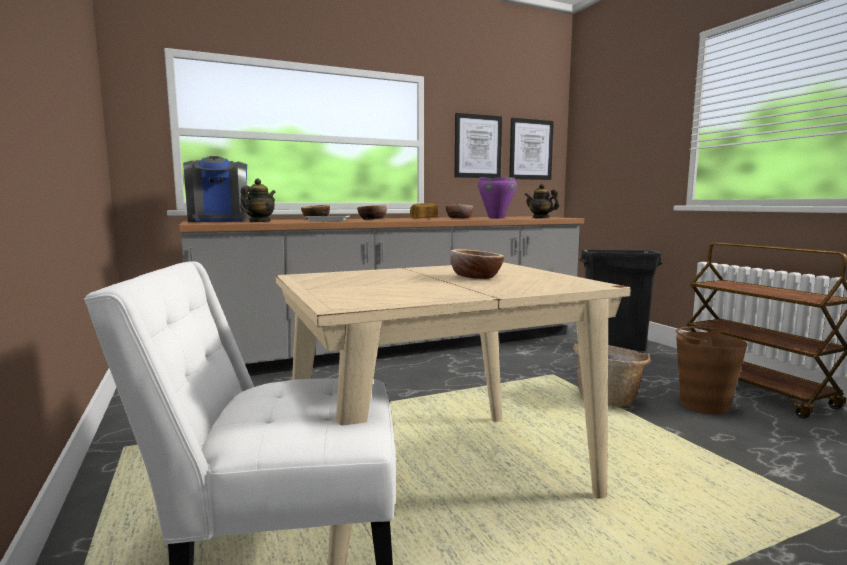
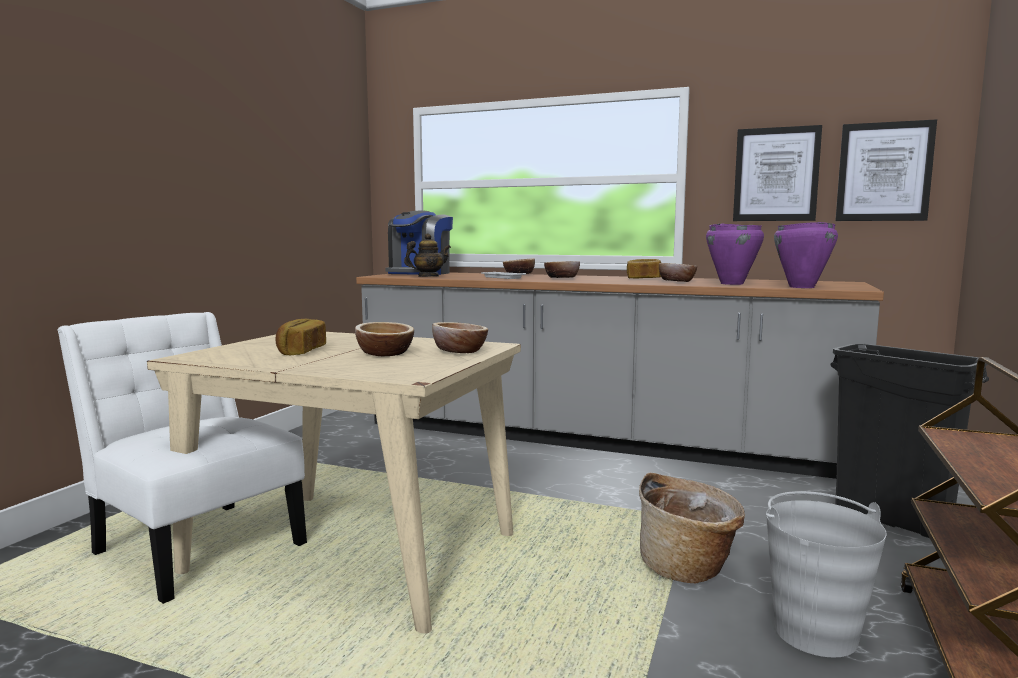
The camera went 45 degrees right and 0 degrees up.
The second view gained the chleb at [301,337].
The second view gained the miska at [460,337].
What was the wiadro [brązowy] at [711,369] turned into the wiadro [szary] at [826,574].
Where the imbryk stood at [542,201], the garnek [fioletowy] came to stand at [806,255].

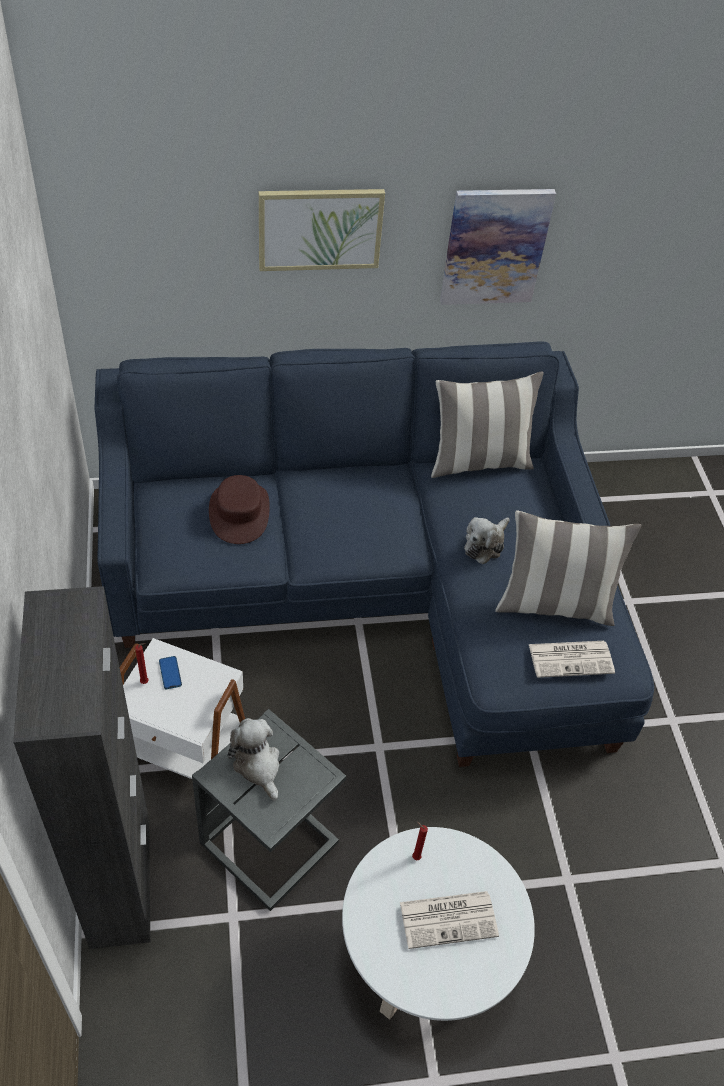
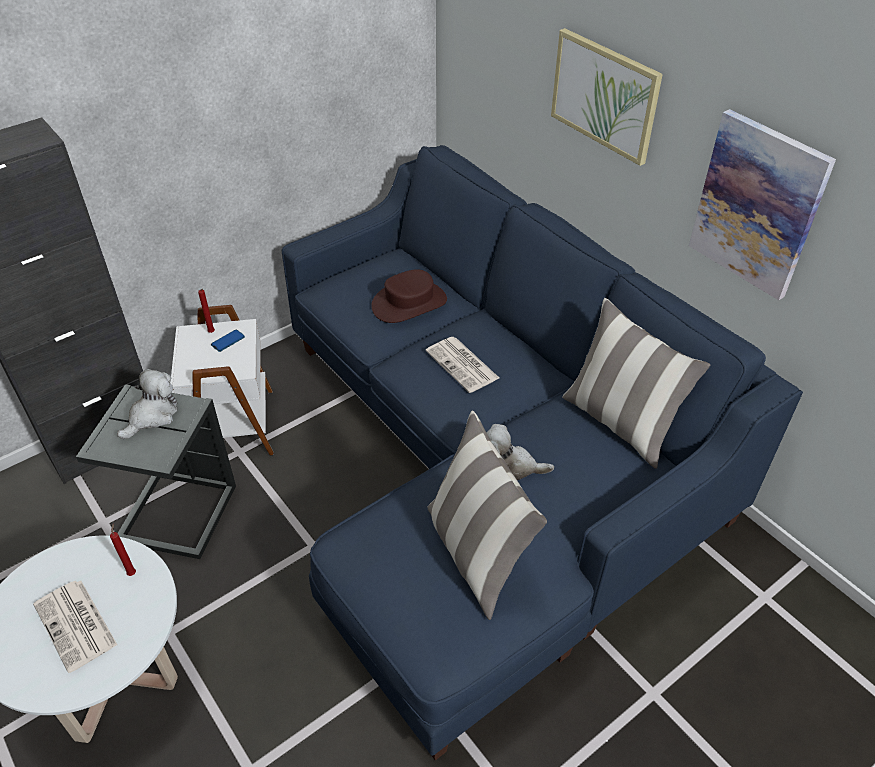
The camera went 65 degrees right and 5 degrees down.
The gazeta ended up elsewhere, having gone from [572,659] to [462,365].

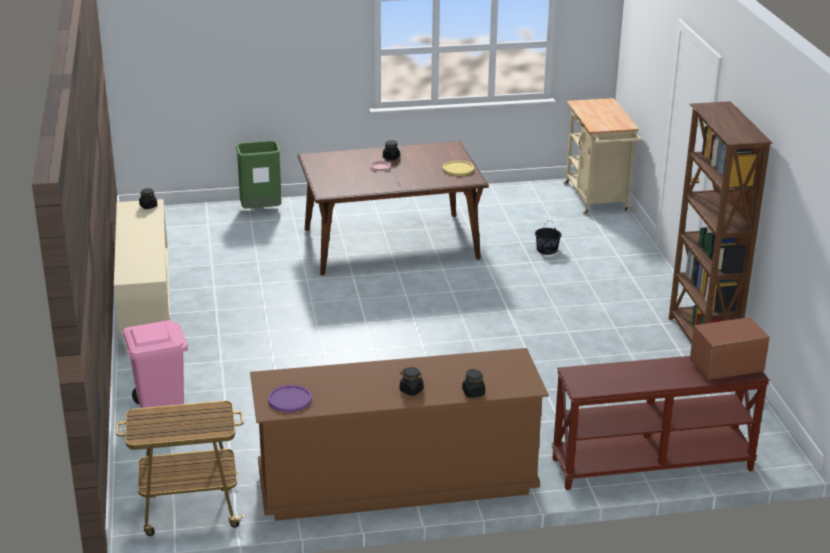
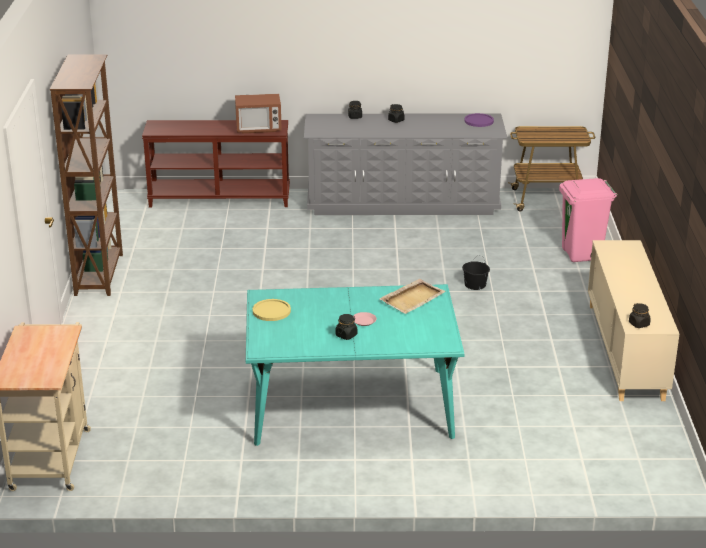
The camera went 170 degrees left and 0 degrees up.
The mikrofalówka ended up elsewhere, having gone from [730,348] to [258,113].
What was the stół jadalny [brązowy] at [393,208] turned into the stół jadalny [turkusowy] at [355,365].
What was the komoda [brązowy] at [399,434] turned into the komoda [szary] at [405,164].
The second view gained the taca [beżowy] at [413,296].
The wiadro [czarny] ended up elsewhere, having gone from [548,237] to [476,272].
The second view lost the kosz na śmieci [zielony] at [259,175].

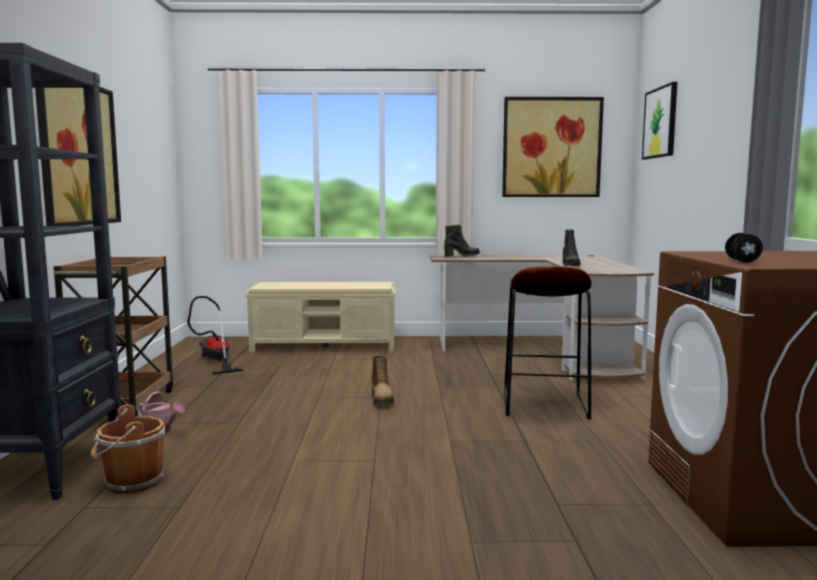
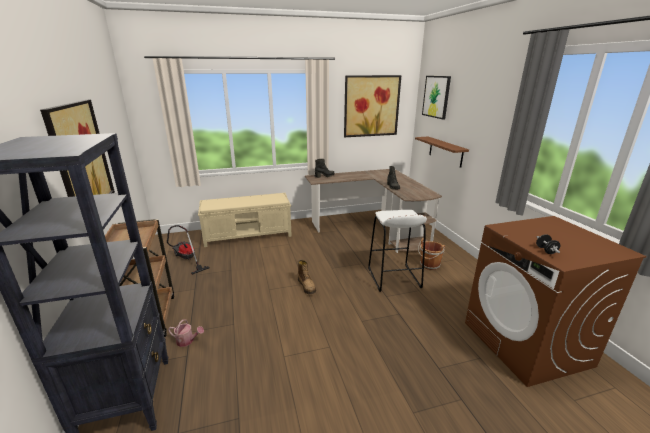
The camera went 15 degrees left and 15 degrees up.
What was the stołek [brązowy] at [548,342] turned into the stołek [biały] at [397,251].
The second view gained the półka [brązowy] at [442,152].
The wiadro [brązowy] ended up elsewhere, having gone from [128,448] to [431,254].

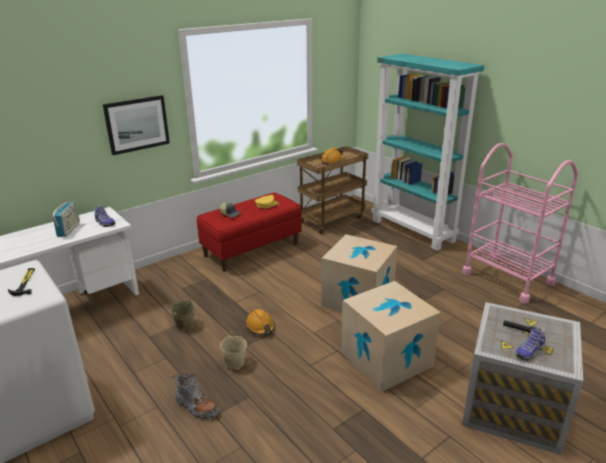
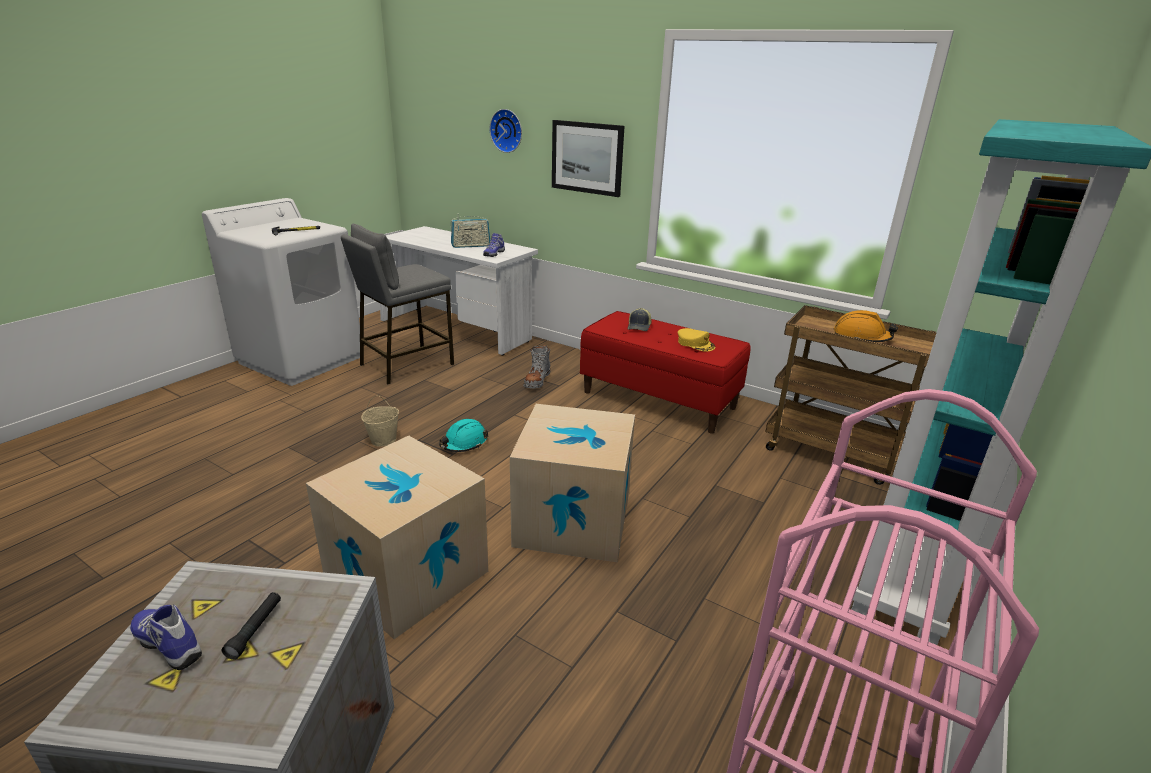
The camera went 70 degrees right and 0 degrees up.
The second view gained the stołek [szary] at [397,304].
What was the kask [pomarańczowy] at [260,322] turned into the kask [turkusowy] at [463,435].
The second view gained the zegar ścienny at [506,131].
The but z cholewką [szary] ended up elsewhere, having gone from [195,396] to [537,366].
The second view lost the wiadro [beżowy] at [183,312].

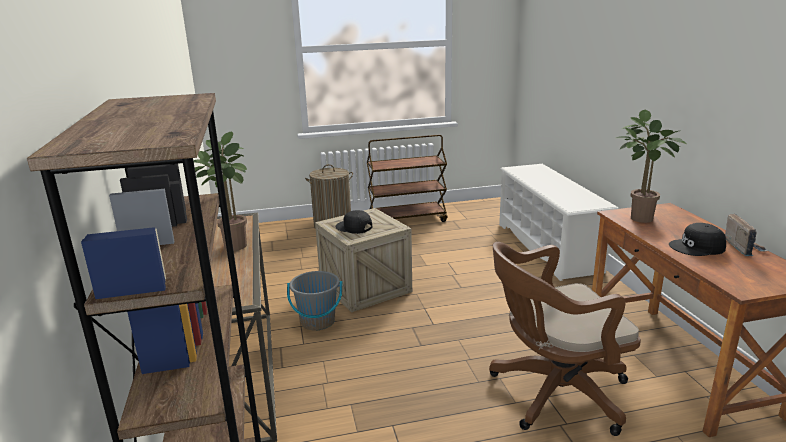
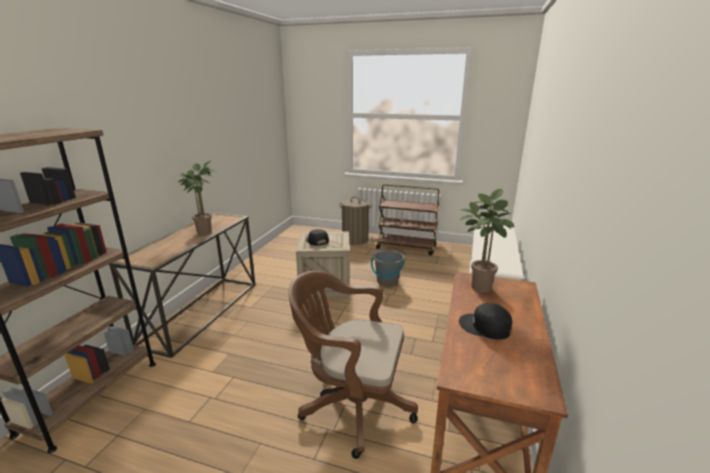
The camera went 30 degrees right and 0 degrees up.
The wiadro [szary] ended up elsewhere, having gone from [314,301] to [388,268].
The second view lost the radio at [746,234].

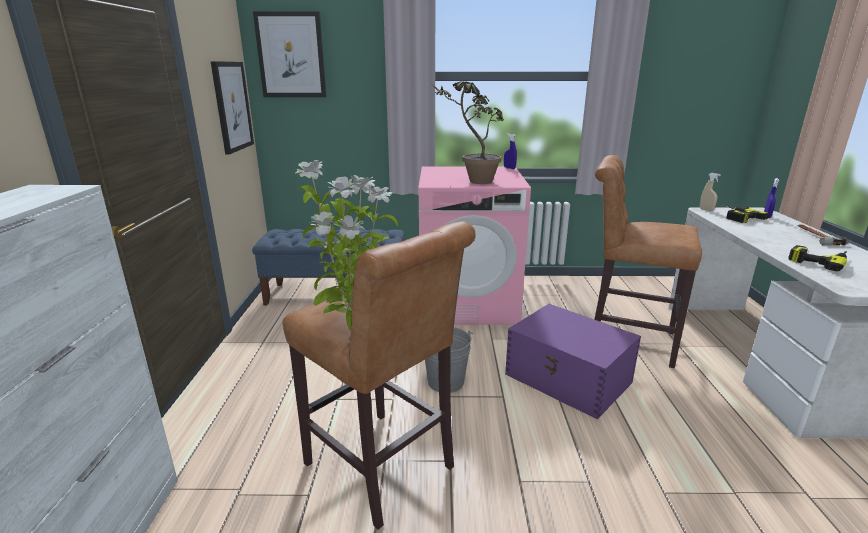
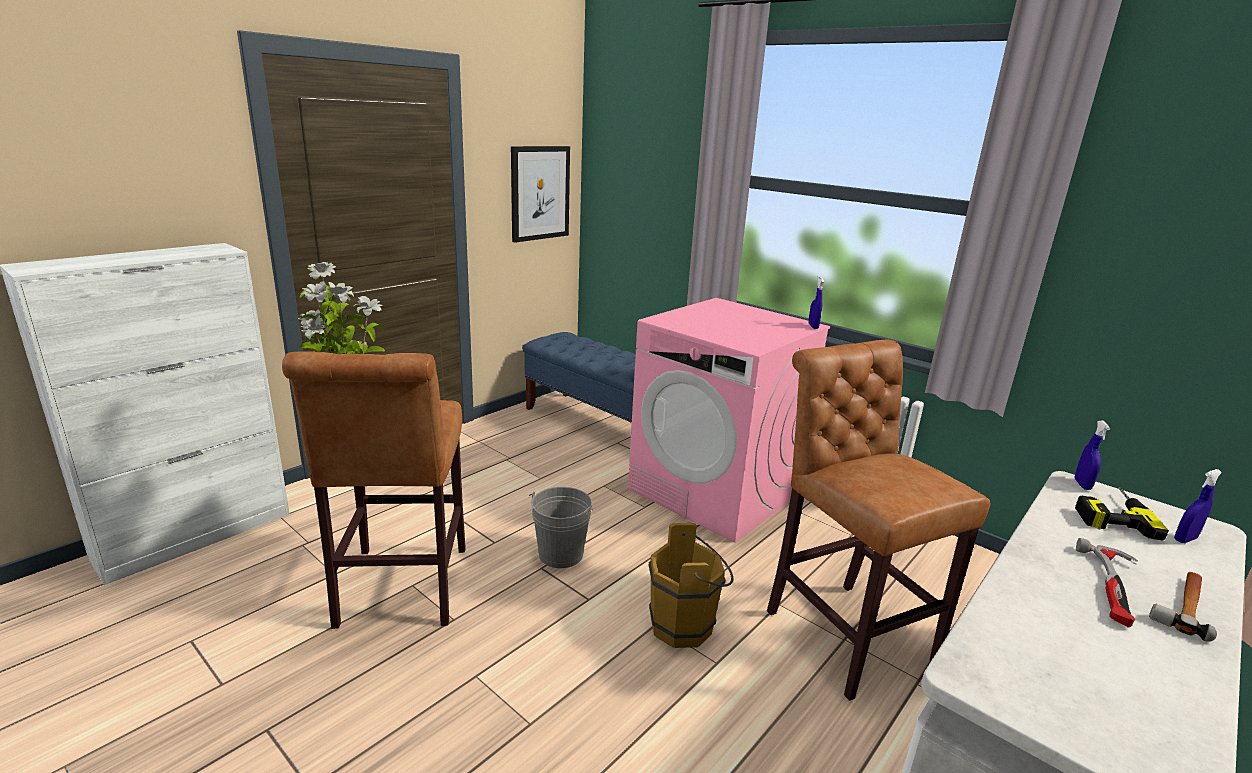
The camera went 40 degrees right and 0 degrees up.
Where the pojemnik do przechowywania [fioletowy] stood at [573,362], the wiadro [brązowy] came to stand at [691,585].
What was the spryskiwacz [beżowy] at [710,192] turned into the spryskiwacz [niebieski] at [1092,455].
The second view gained the młotek at [1107,582].
The second view lost the obraz at [290,54].
The second view lost the roślina doniczkowa at [468,132].
The second view lost the wiertarka at [818,258].

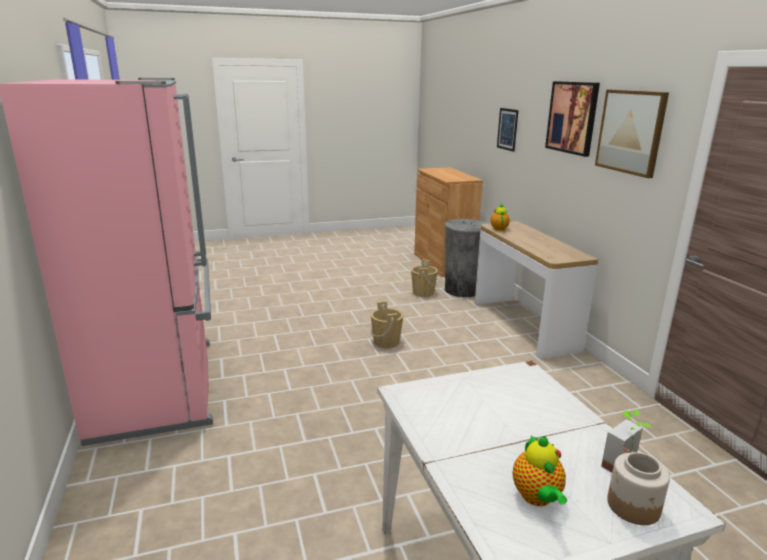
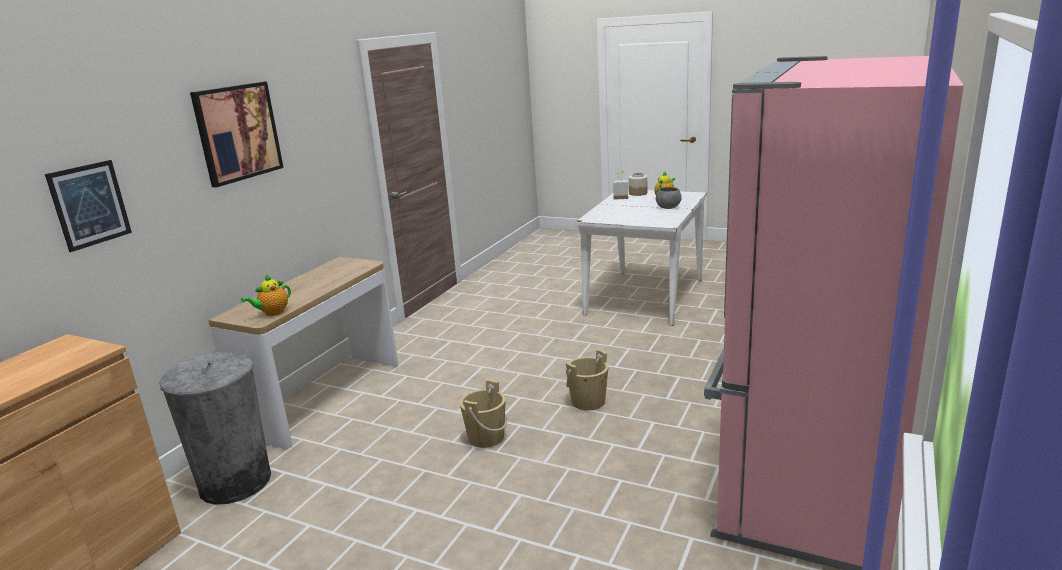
The camera went 135 degrees left and 0 degrees up.
The wiadro [beżowy] ended up elsewhere, having gone from [424,278] to [587,380].
The second view gained the miska [szary] at [669,198].
The second view lost the obraz at [632,134].

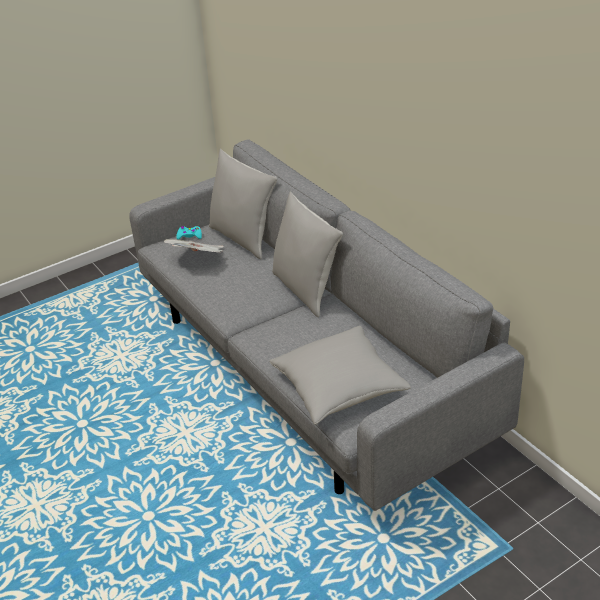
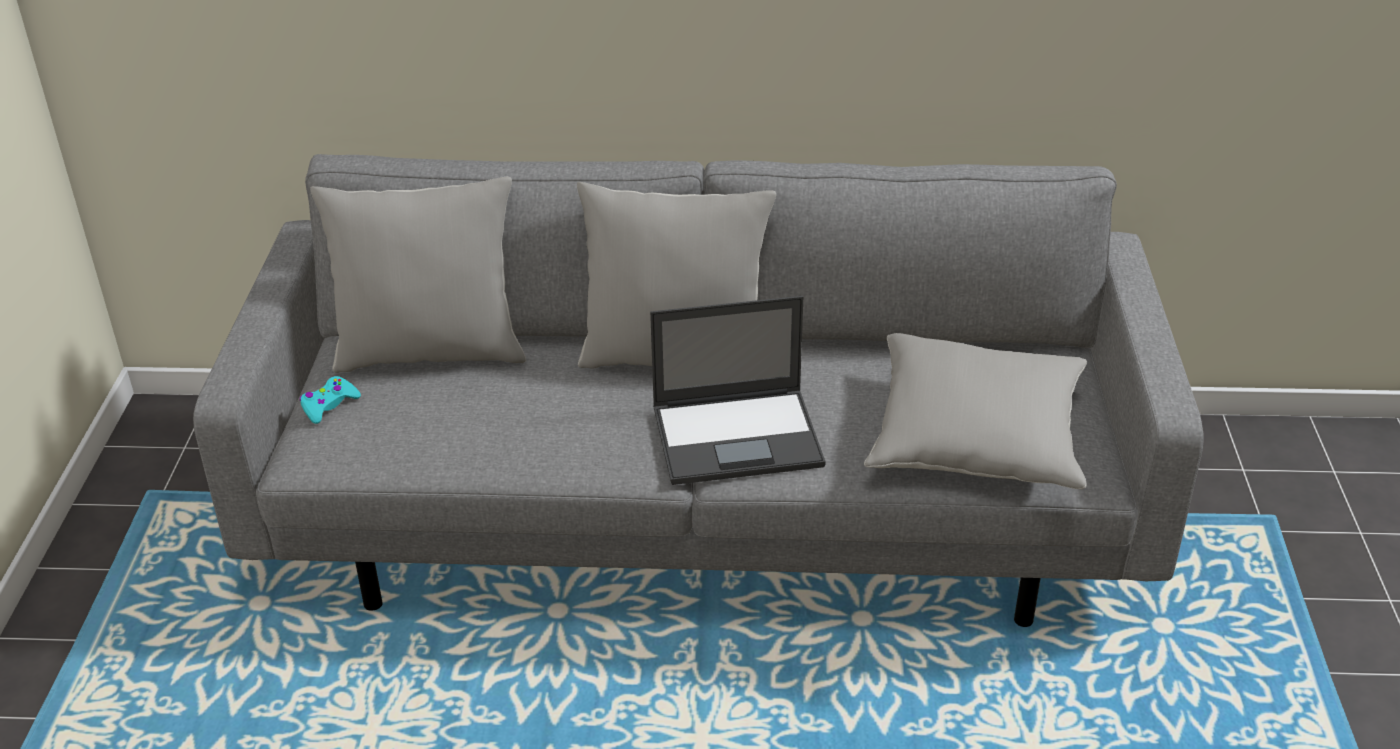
The camera went 55 degrees left and 0 degrees up.
The second view gained the laptop at [738,390].
The second view lost the gazeta at [194,246].

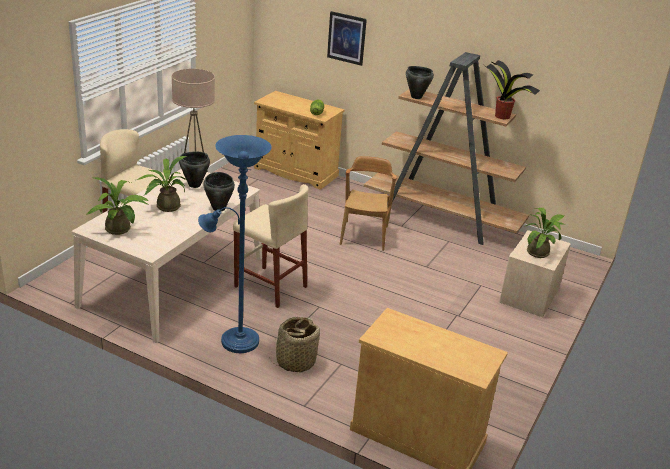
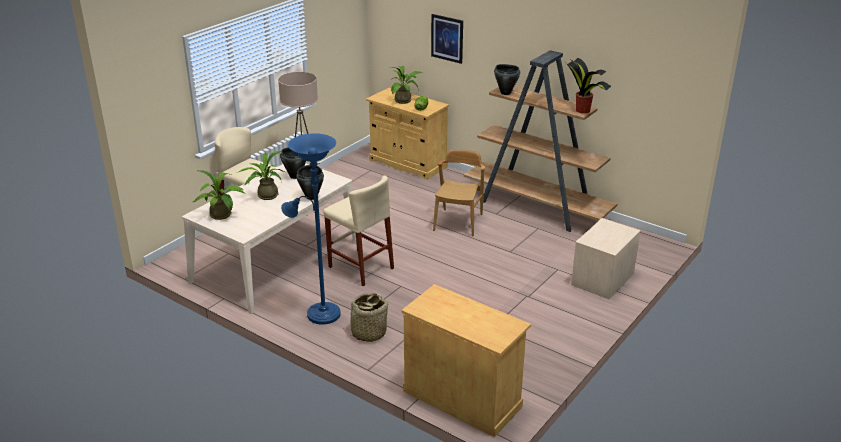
The camera went 10 degrees right and 0 degrees up.
The roślina doniczkowa ended up elsewhere, having gone from [544,233] to [406,85].

